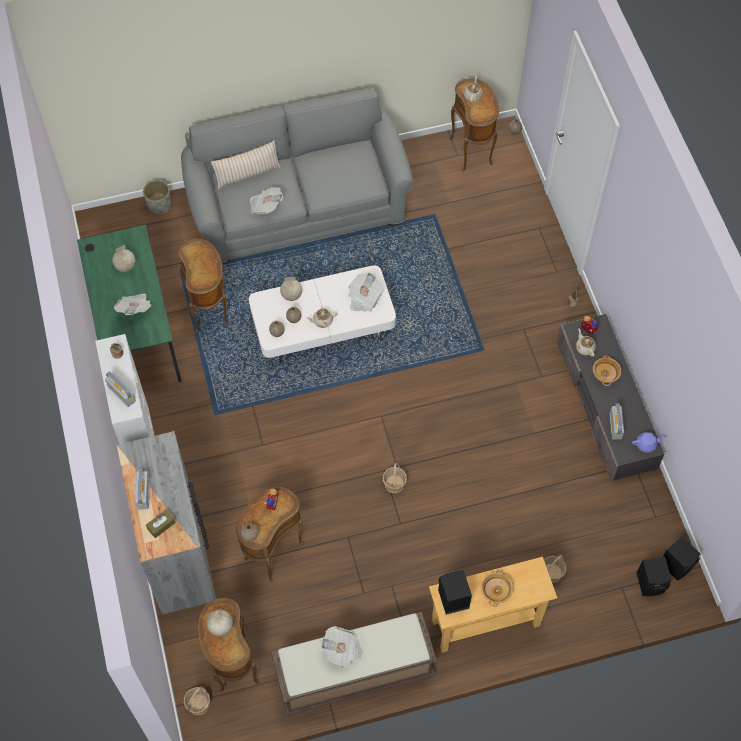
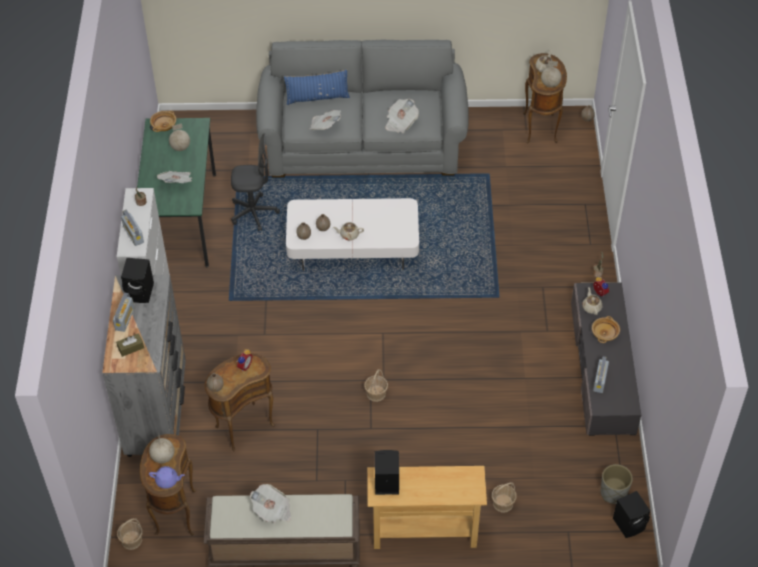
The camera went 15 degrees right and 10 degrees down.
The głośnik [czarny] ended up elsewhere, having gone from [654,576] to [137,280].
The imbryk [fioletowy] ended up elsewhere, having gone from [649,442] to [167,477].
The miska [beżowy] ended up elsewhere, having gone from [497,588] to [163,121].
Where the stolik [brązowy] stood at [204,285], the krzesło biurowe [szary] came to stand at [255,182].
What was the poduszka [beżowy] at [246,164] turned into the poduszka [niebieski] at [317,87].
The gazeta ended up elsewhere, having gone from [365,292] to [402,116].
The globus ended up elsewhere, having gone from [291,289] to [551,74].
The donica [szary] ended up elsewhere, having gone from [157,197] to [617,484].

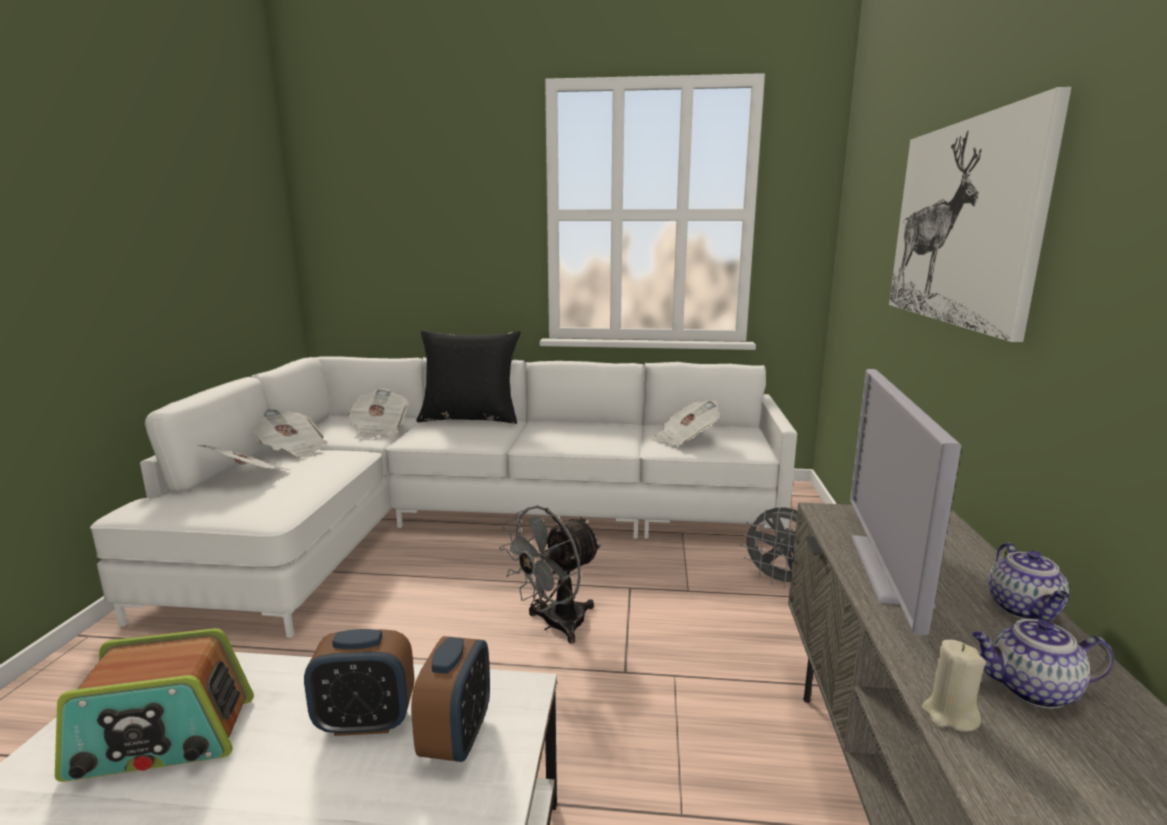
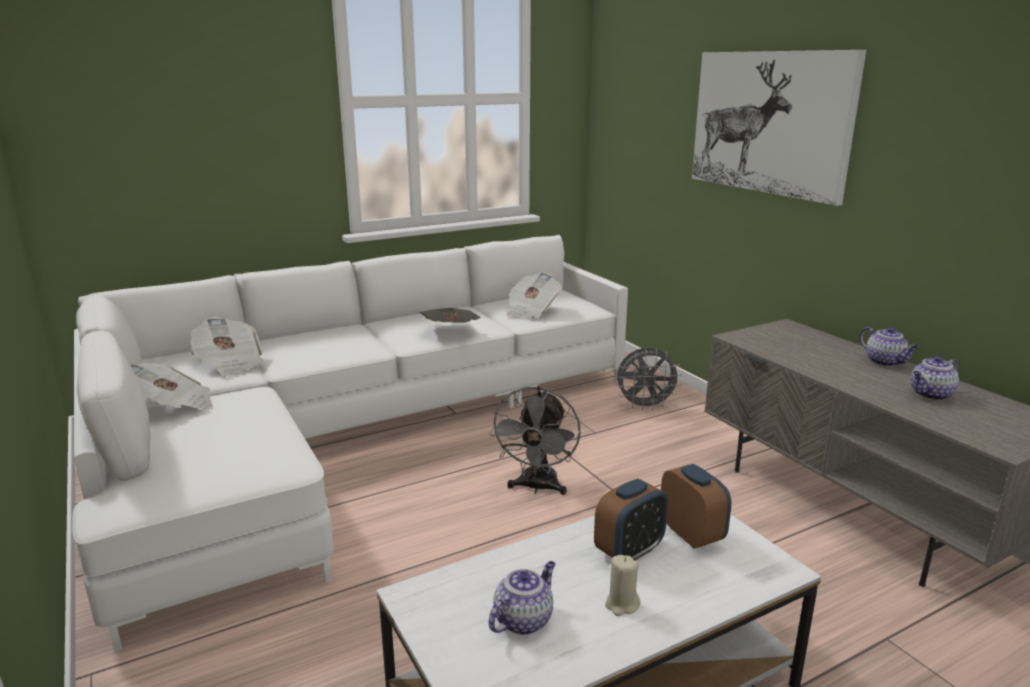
The camera went 35 degrees left and 5 degrees up.
The gazeta ended up elsewhere, having gone from [243,457] to [450,315].
Where the radio stood at [154,705], the imbryk came to stand at [522,598].
The świeca [beżowy] ended up elsewhere, having gone from [954,686] to [622,585].
The second view lost the poduszka [czarny] at [468,377].
The second view lost the telewizor at [906,502].

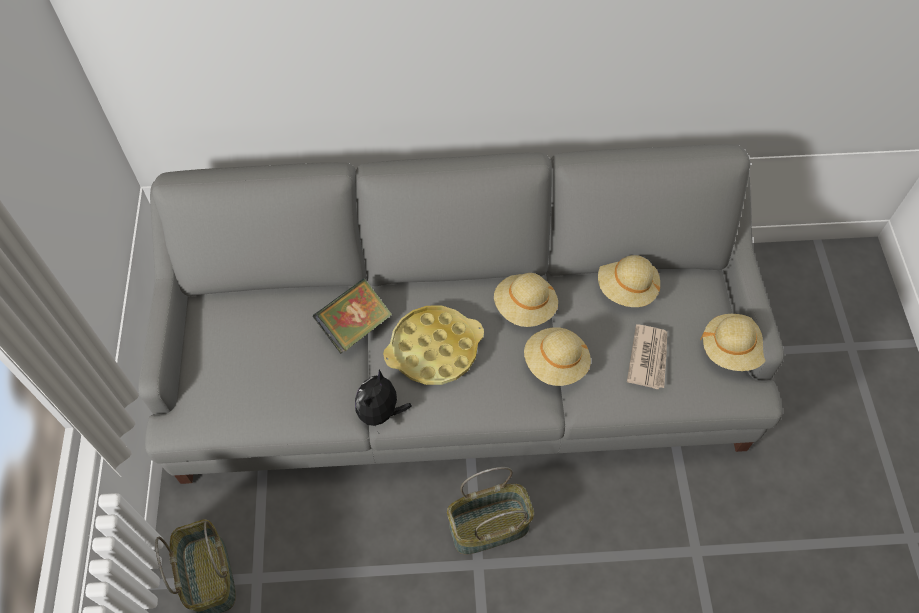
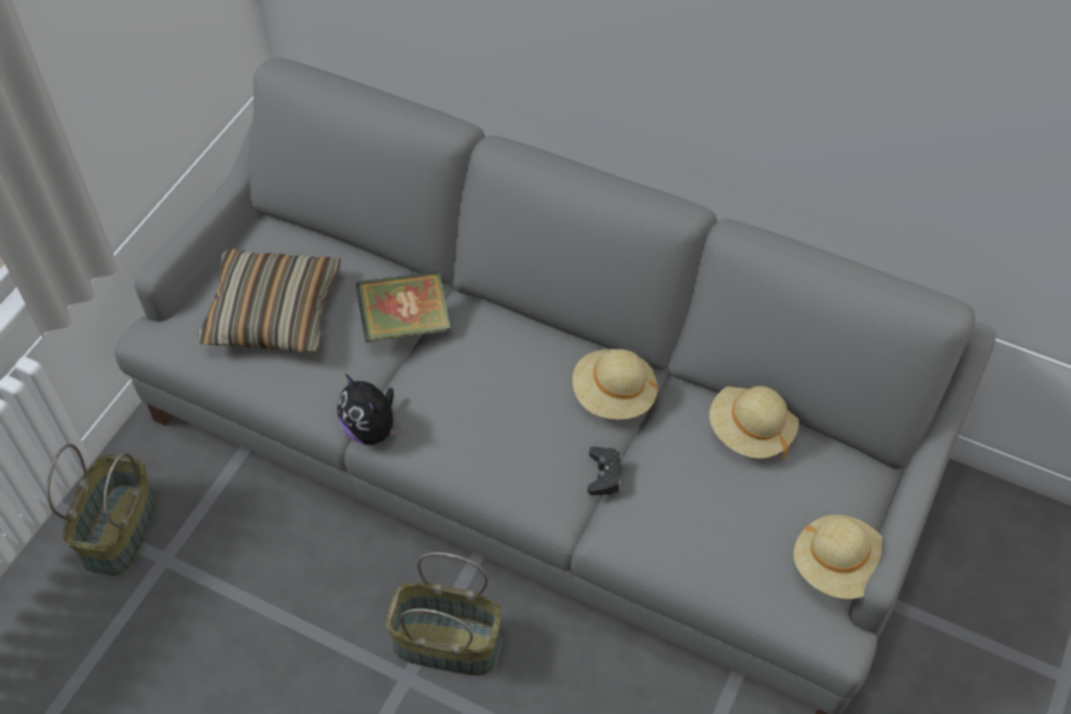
The camera went 30 degrees right and 5 degrees down.
The second view gained the poduszka at [269,300].
The pluszak at [383,401] ended up facing another way, 90 degrees counterclockwise from before.
Where the kapelusz [beżowy] stood at [557,356], the pad do gier [czarny] came to stand at [604,470].
The second view lost the taca [żółty] at [433,345].
The second view lost the gazeta at [647,356].

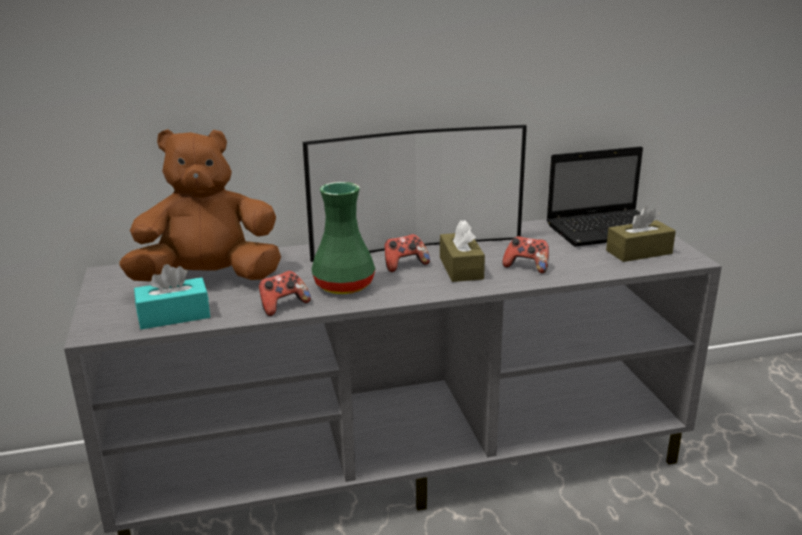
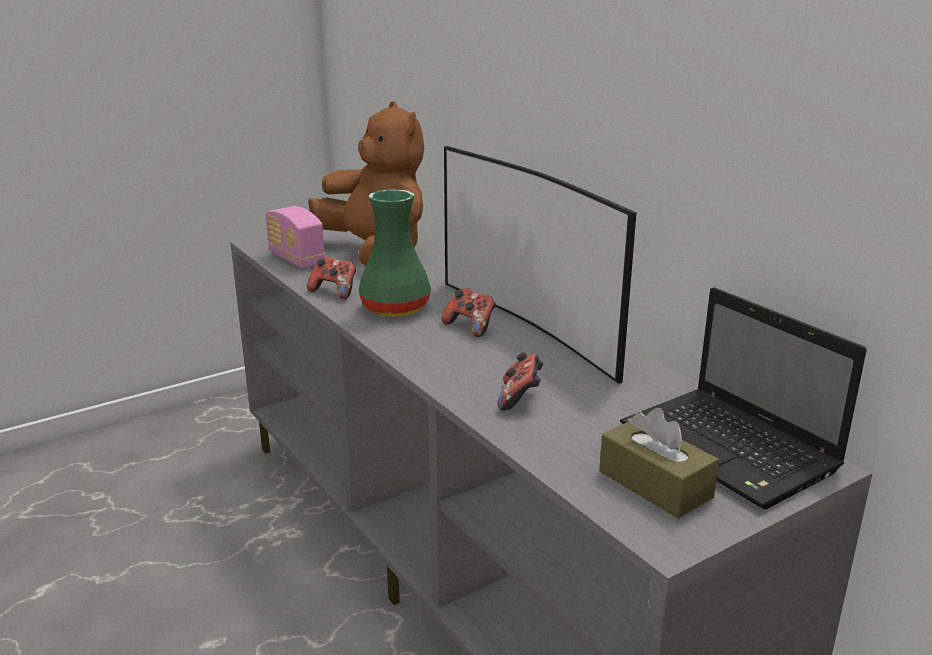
The camera went 70 degrees right and 0 degrees up.
Where the pudełko chusteczek [turkusowy] stood at [172,296], the radio came to stand at [295,237].
The second view lost the pudełko chusteczek [brązowy] at [462,251].

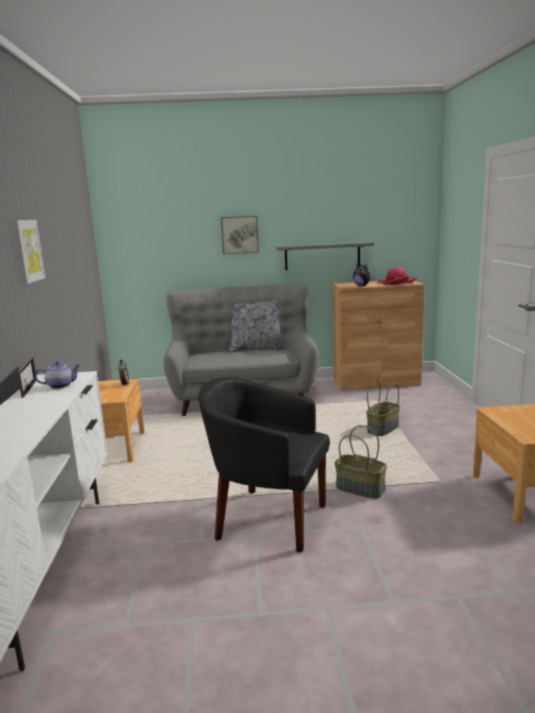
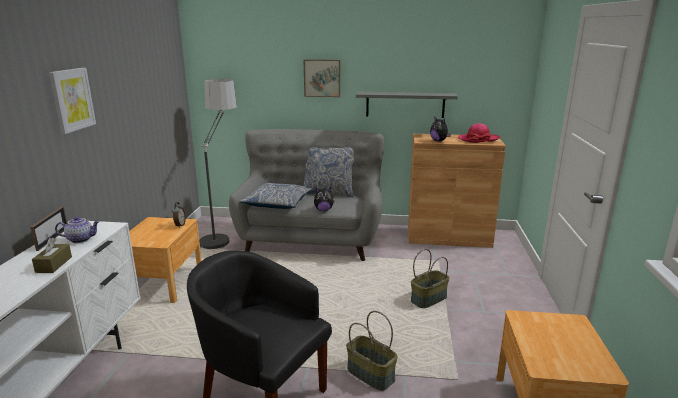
The camera went 10 degrees right and 5 degrees up.
The second view gained the pudełko chusteczek [brązowy] at [52,255].
The second view gained the lampa stojąca at [218,165].
The second view gained the poduszka at [275,196].
The second view gained the pluszak at [324,199].

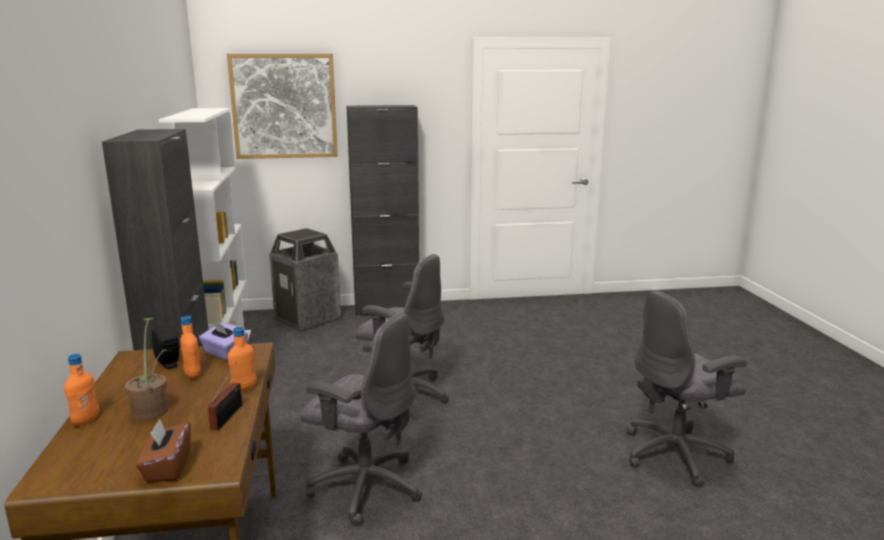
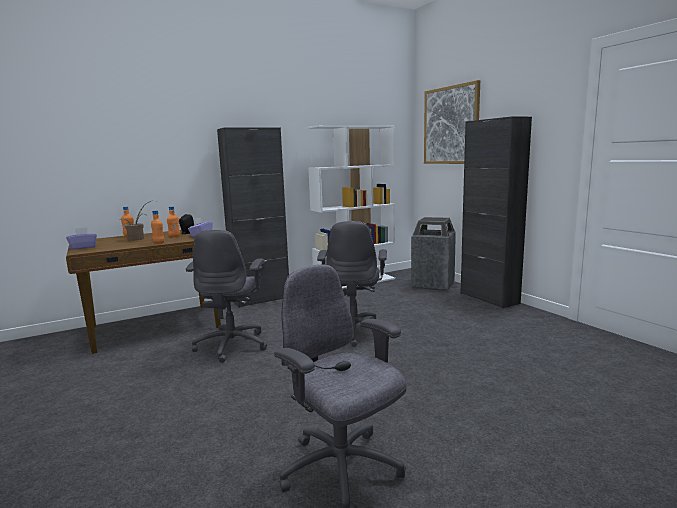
The camera went 70 degrees right and 5 degrees down.
What was the pudełko chusteczek [brązowy] at [163,450] turned into the pudełko chusteczek [fioletowy] at [81,238].
The second view lost the radio at [225,396].

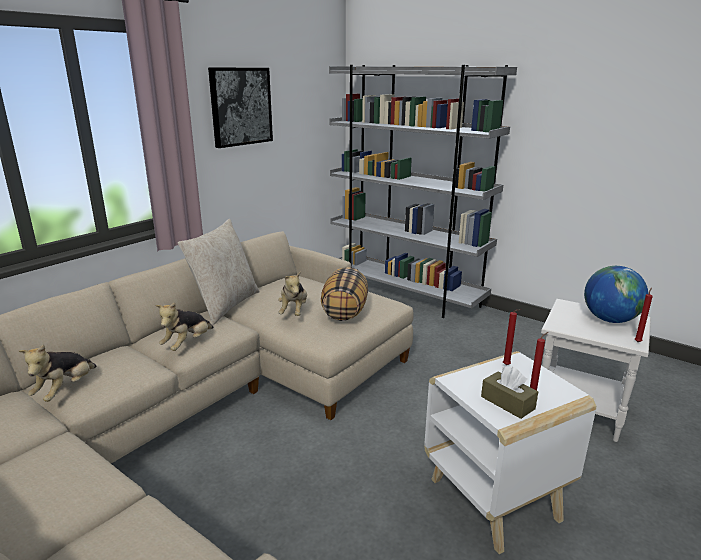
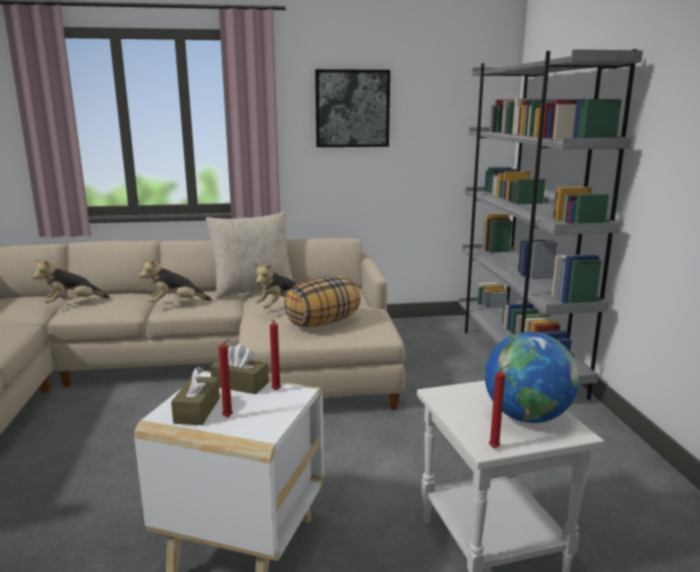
The camera went 45 degrees right and 5 degrees down.
The second view gained the pudełko chusteczek [brązowy] at [239,369].

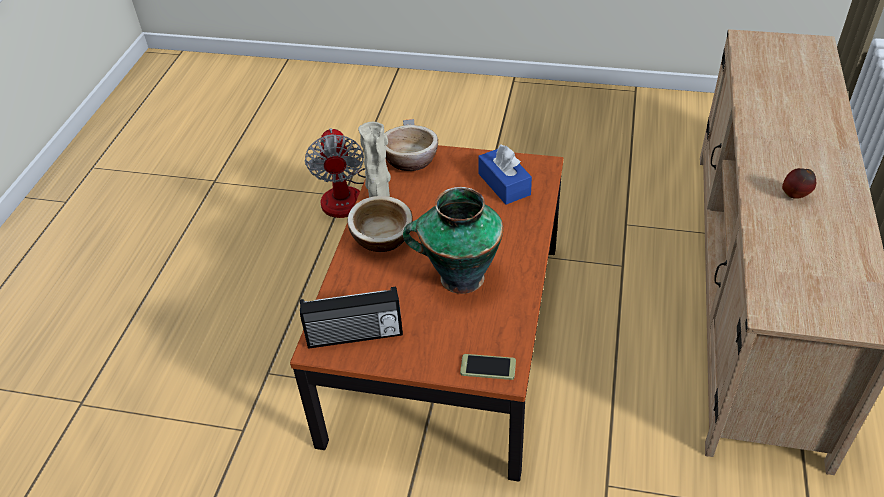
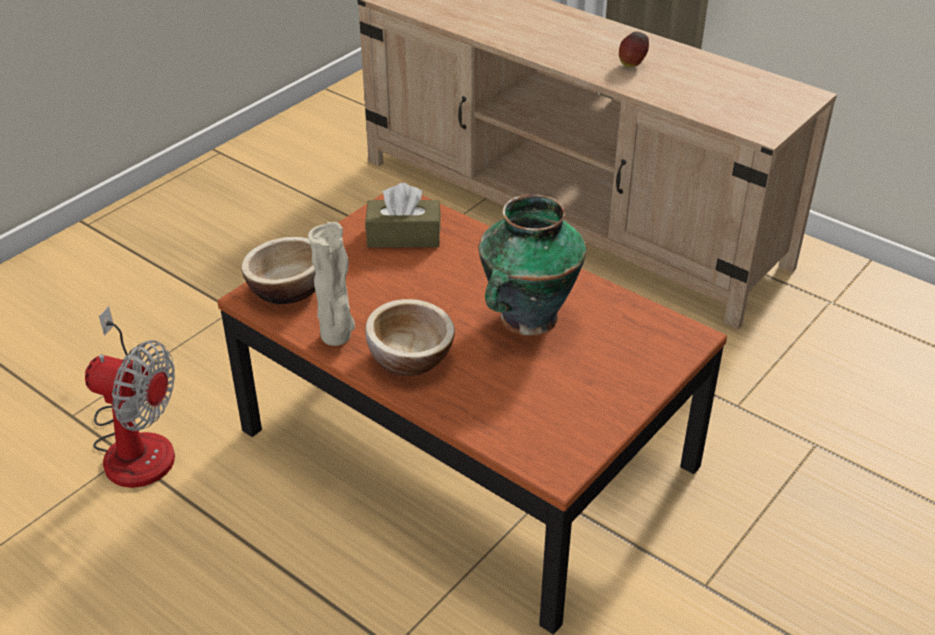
The camera went 65 degrees left and 5 degrees down.
What was the pudełko chusteczek [niebieski] at [505,174] turned into the pudełko chusteczek [brązowy] at [403,215].
The second view lost the radio at [351,318].
The second view lost the telefon at [488,367].

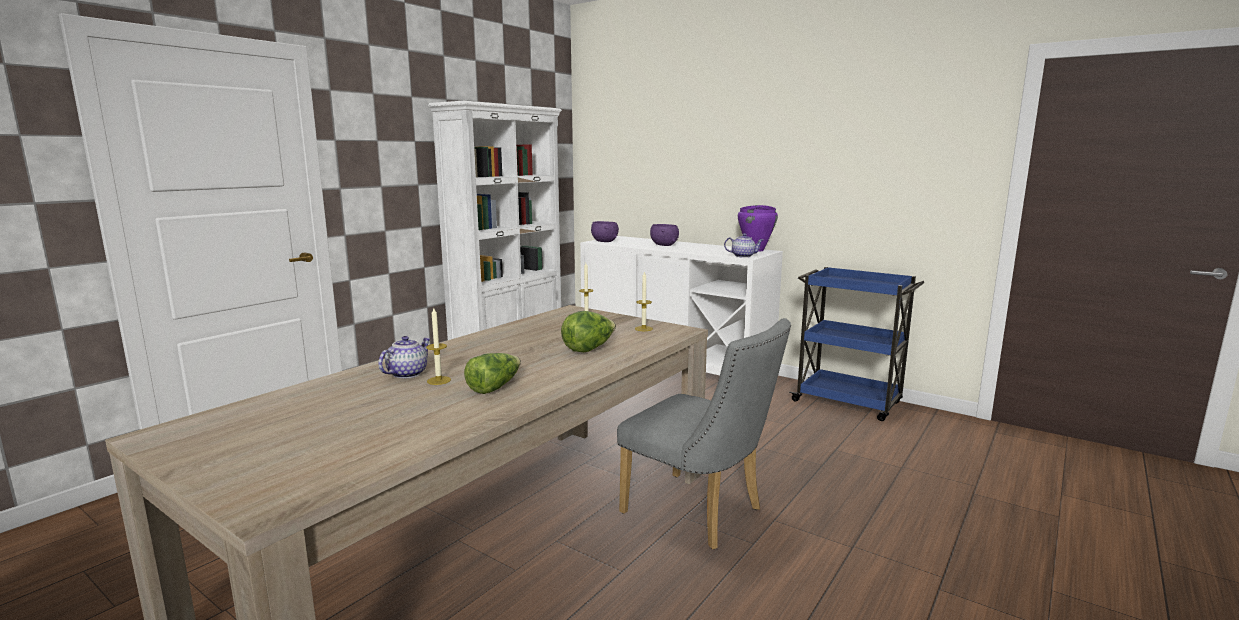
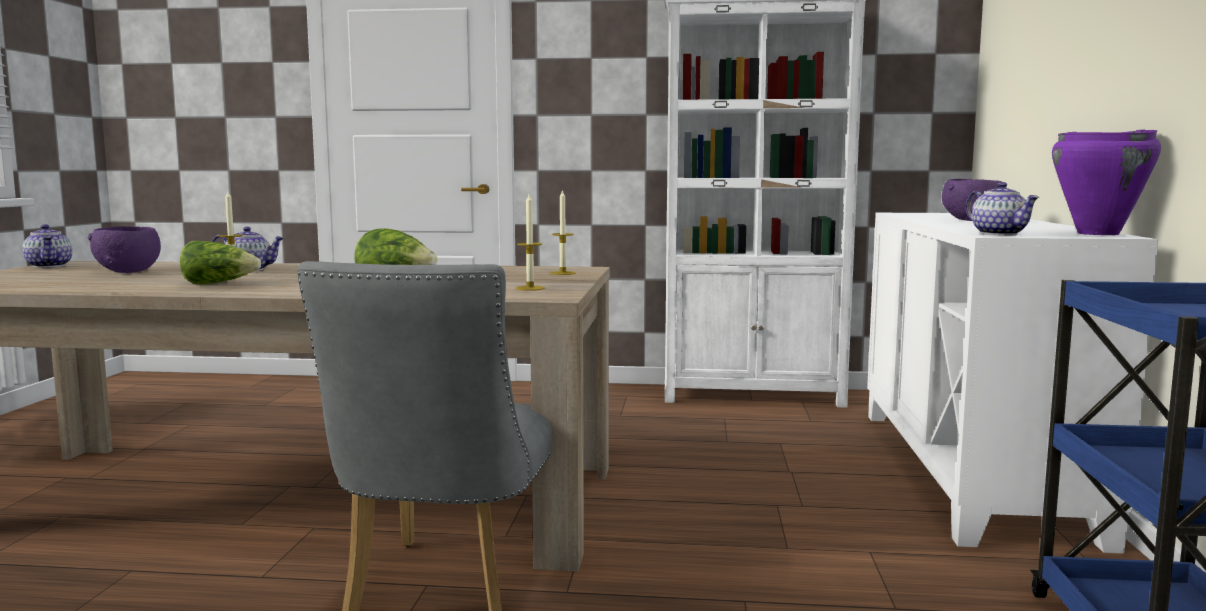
The camera went 60 degrees right and 5 degrees down.
The second view gained the imbryk at [47,246].
The miska [fioletowy] ended up elsewhere, having gone from [605,231] to [124,249].

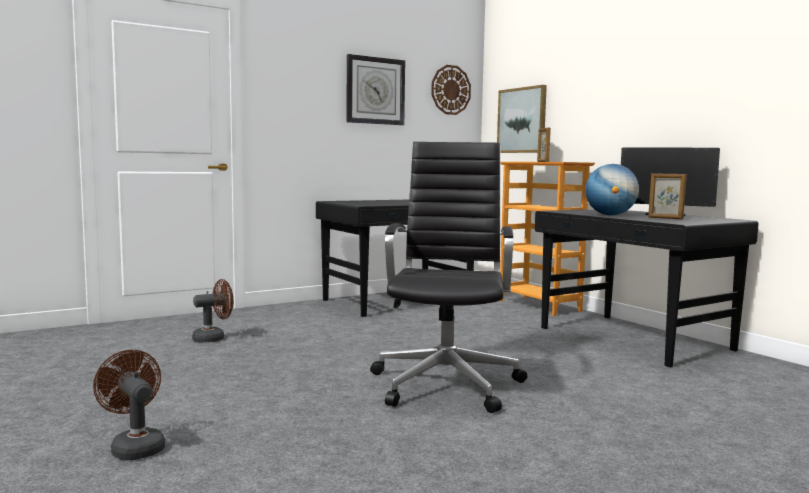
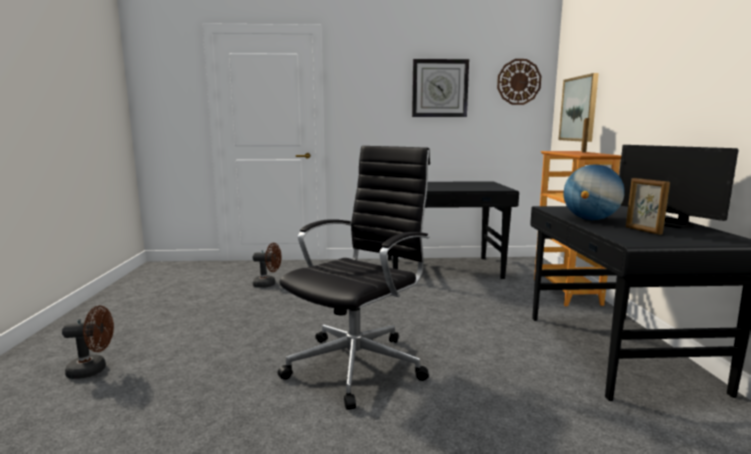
The camera went 30 degrees right and 5 degrees up.
The wentylator [brązowy] at [129,405] ended up facing another way, 90 degrees clockwise from before.

